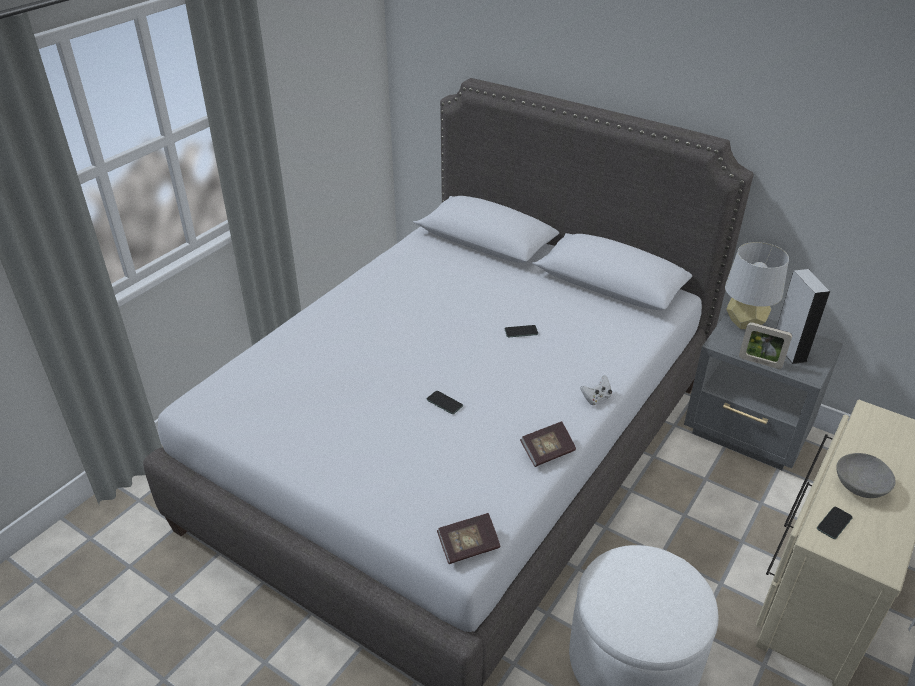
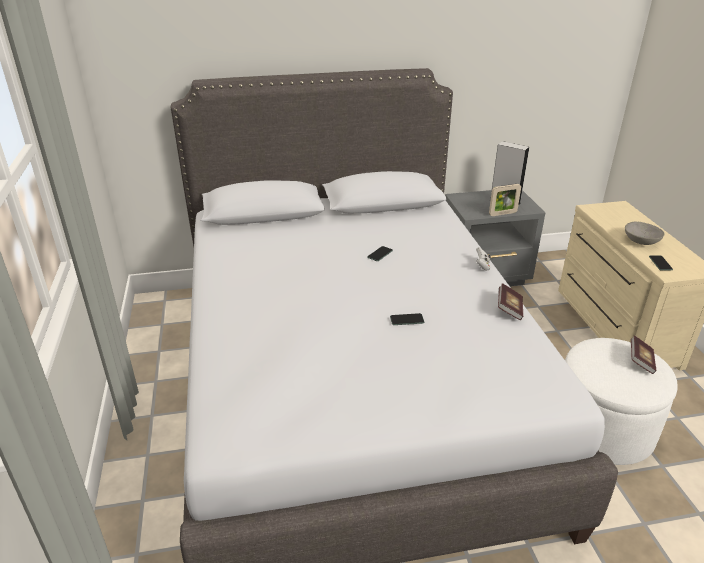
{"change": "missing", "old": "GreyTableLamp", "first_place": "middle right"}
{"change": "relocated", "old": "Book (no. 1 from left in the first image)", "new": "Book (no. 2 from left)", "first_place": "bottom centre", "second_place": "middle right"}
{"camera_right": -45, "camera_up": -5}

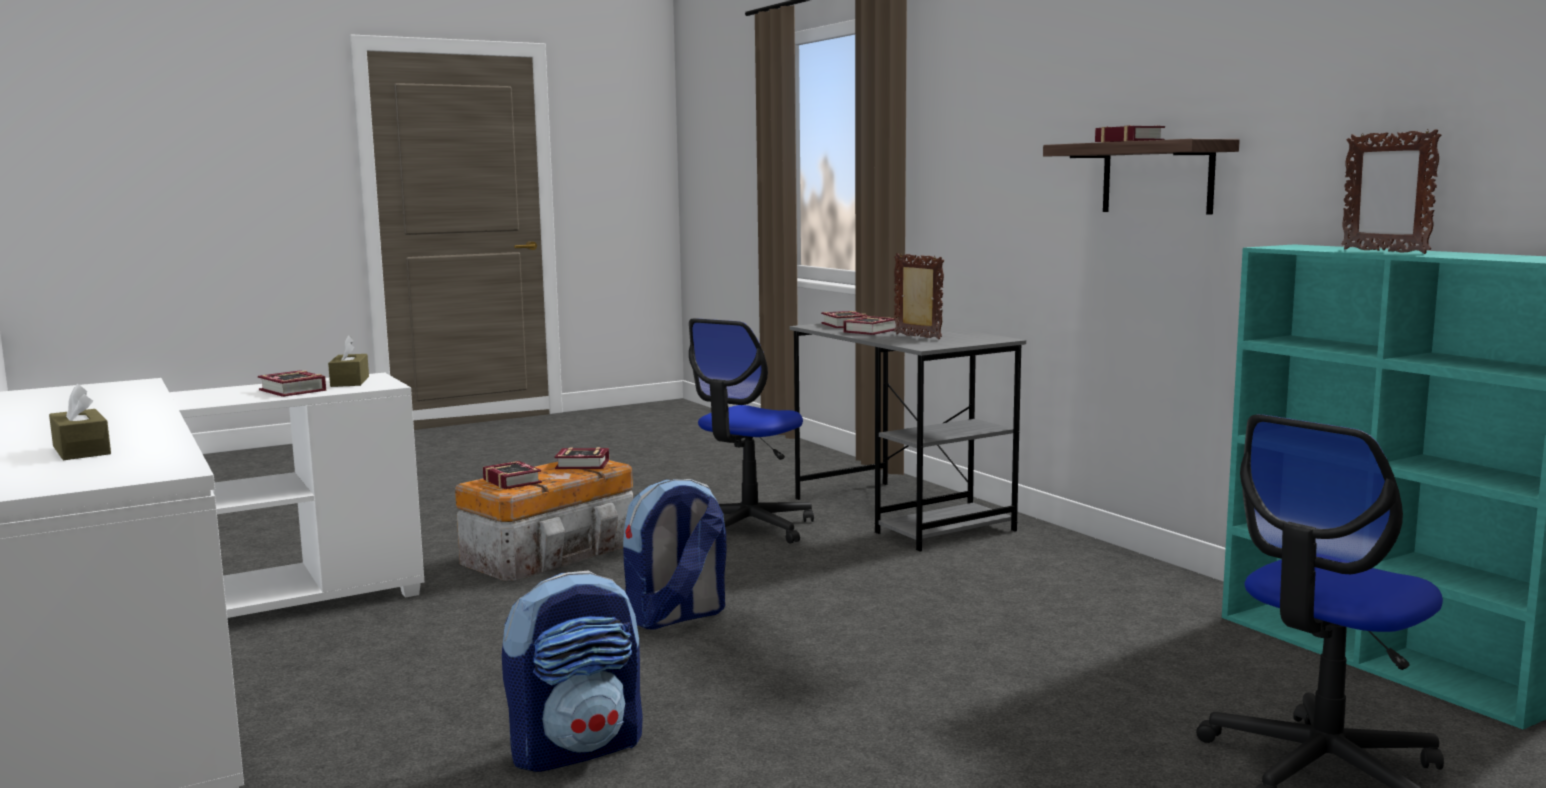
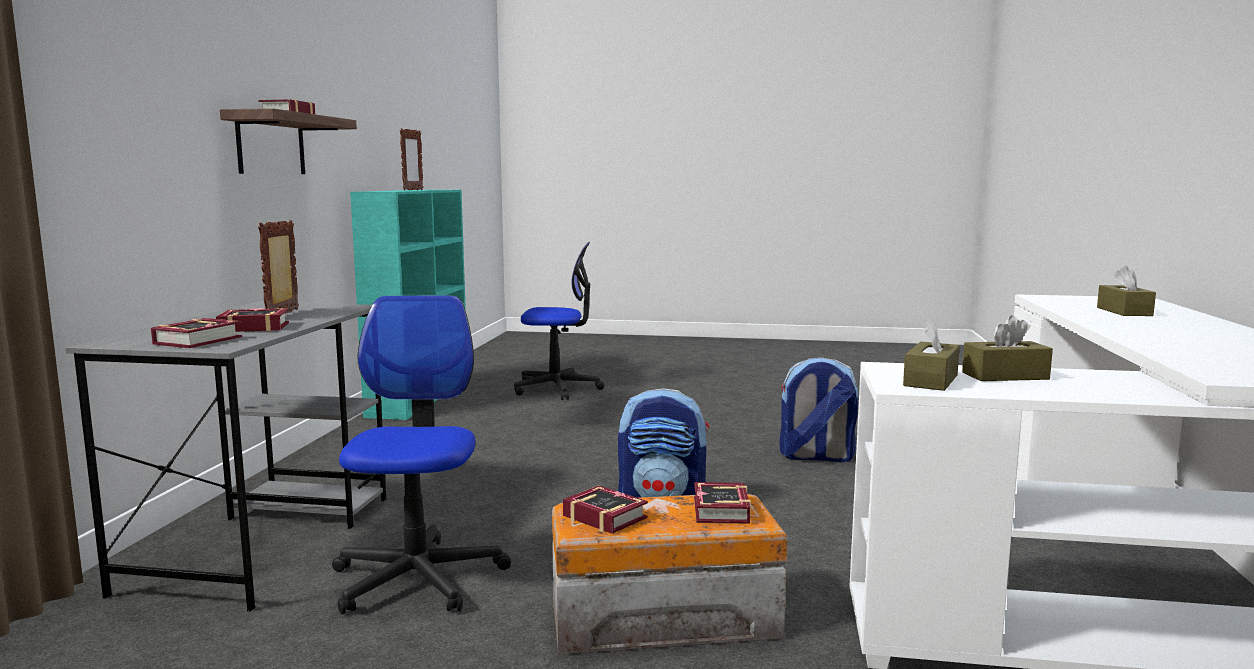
{"change": "exchanged", "old": "Book (no. 1 from left)", "new": "BrownTissueBox (no. 2 from left)", "first_place": "middle left", "second_place": "middle right"}
{"change": "spun", "old": "OfficeChair (no. 1 from left)", "first_place": "centre", "second_place": "bottom centre", "degrees": -75}
{"camera_right": -140, "camera_up": 0}

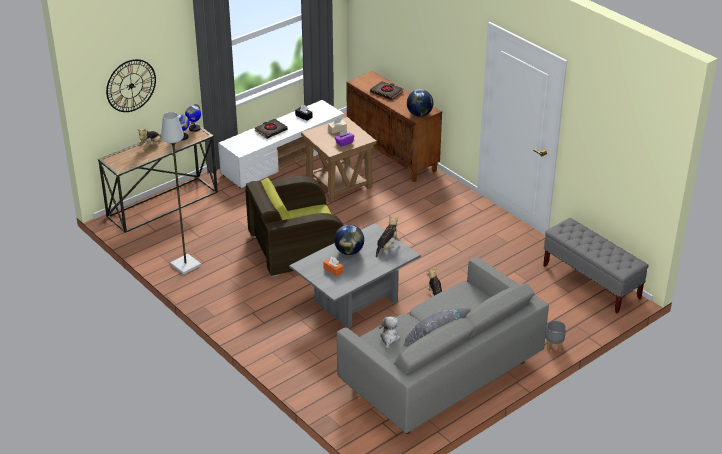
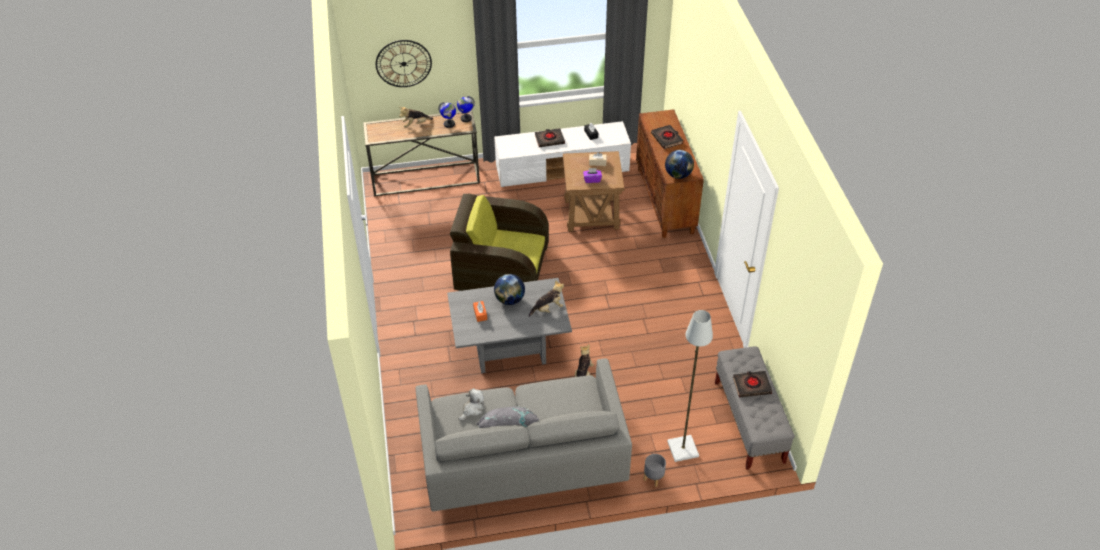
{"change": "appeared", "new": "BlackBook (no. 3 from left)", "second_place": "bottom right"}
{"change": "relocated", "old": "GreyFloorLamp", "first_place": "middle left", "second_place": "bottom centre"}
{"camera_right": 30, "camera_up": 10}

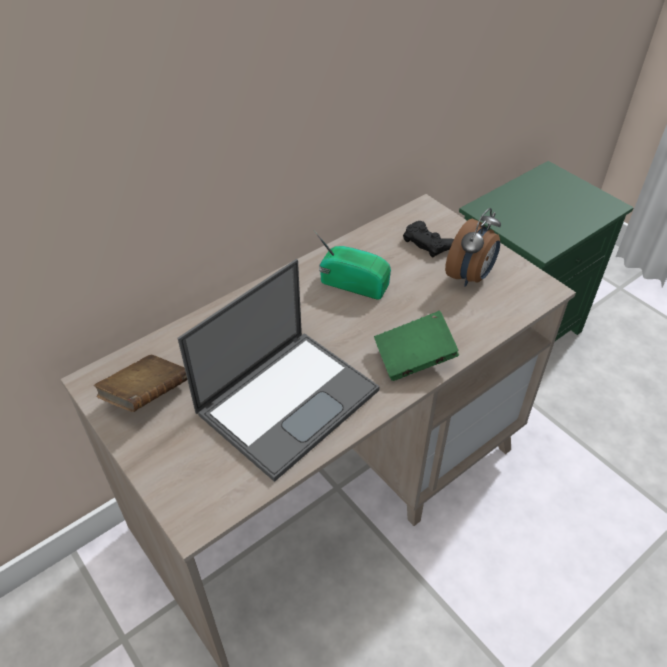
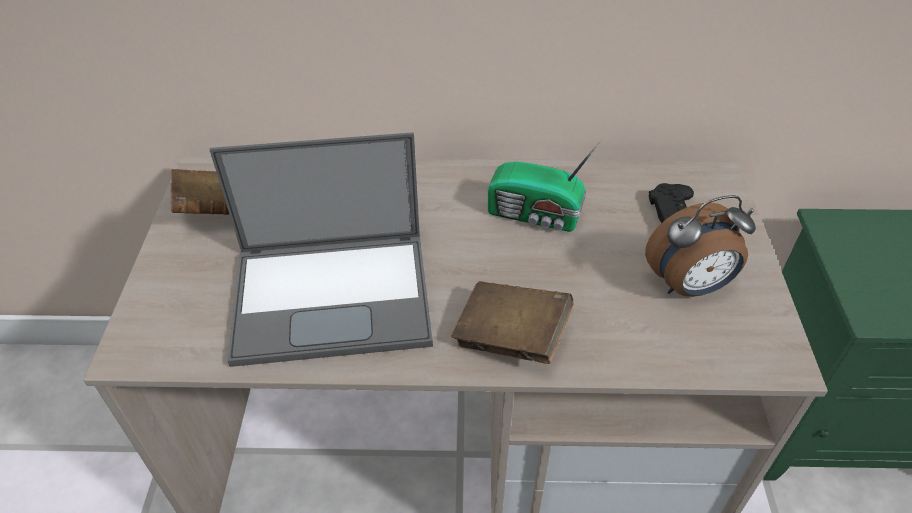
{"change": "colour", "old": "GreenBook", "new": "BrownBook (no. 2 from left)", "first_place": "centre", "second_place": "centre"}
{"change": "spun", "old": "Radio", "first_place": "centre", "second_place": "centre", "degrees": 135}
{"camera_right": 40, "camera_up": 0}

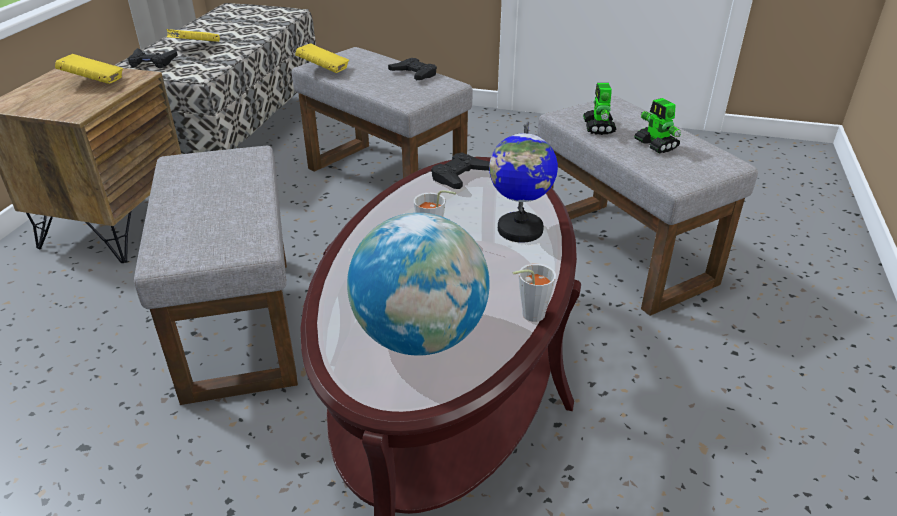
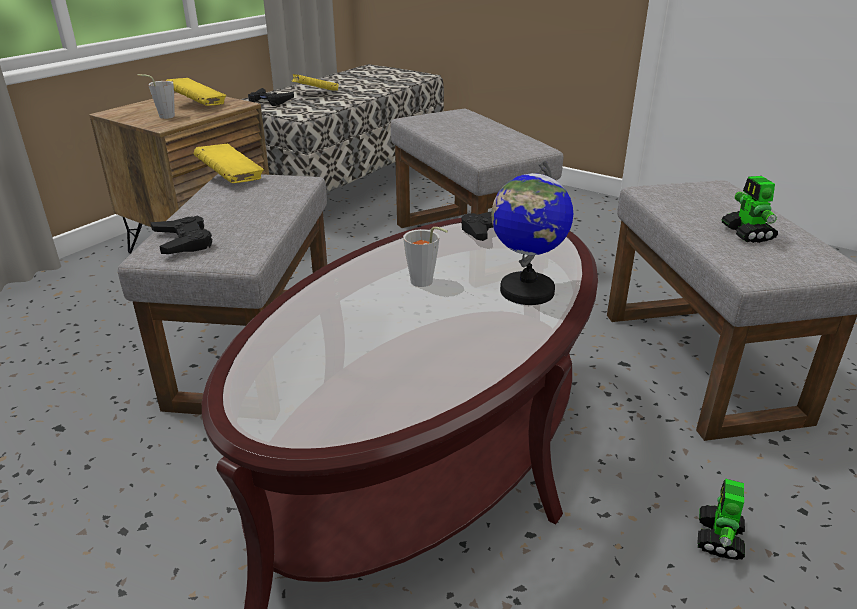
{"change": "missing", "old": "Globe (no. 1 from left)", "first_place": "centre"}
{"change": "relocated", "old": "YellowBook (no. 3 from left in the first image)", "new": "YellowBook (no. 2 from left)", "first_place": "top centre", "second_place": "top left"}
{"change": "relocated", "old": "BlackGameController (no. 2 from left in the first image)", "new": "BlackGameController (no. 1 from left)", "first_place": "top centre", "second_place": "middle left"}
{"change": "relocated", "old": "GreyCup (no. 2 from left in the first image)", "new": "GreyCup (no. 1 from left)", "first_place": "centre", "second_place": "top left"}
{"change": "relocated", "old": "ToyRobot (no. 1 from left)", "first_place": "top right", "second_place": "bottom right"}
{"camera_right": 20, "camera_up": -5}

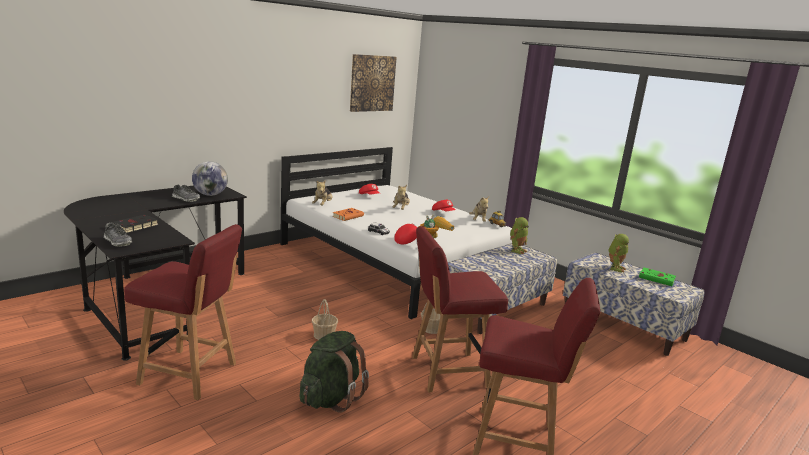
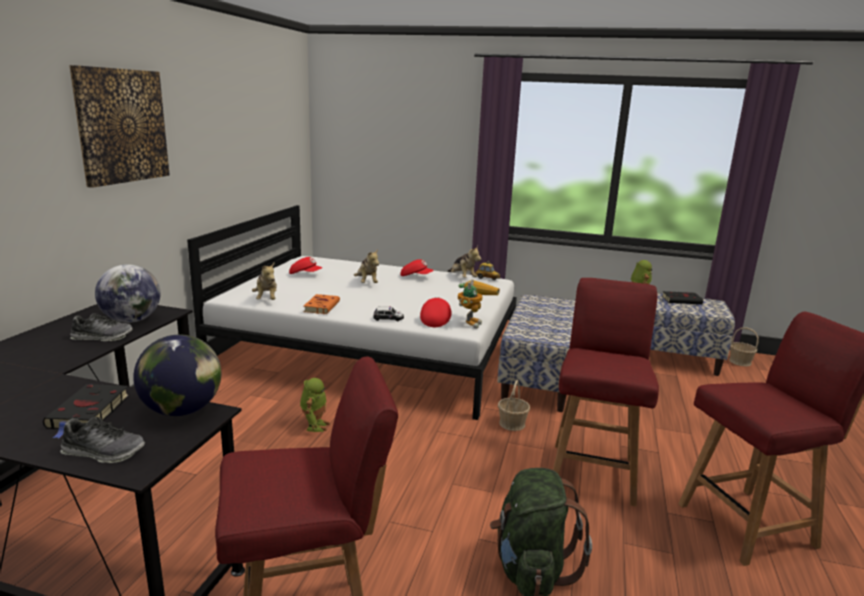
{"change": "appeared", "new": "Globe (no. 2 from left)", "second_place": "middle left"}
{"change": "relocated", "old": "Basket (no. 1 from left in the first image)", "new": "Basket (no. 2 from left)", "first_place": "bottom centre", "second_place": "middle right"}
{"change": "relocated", "old": "Picture", "first_place": "top centre", "second_place": "top left"}
{"change": "relocated", "old": "ToyRobot (no. 2 from left in the first image)", "new": "ToyRobot (no. 1 from left)", "first_place": "centre", "second_place": "bottom centre"}
{"change": "colour", "old": "GreenBook", "new": "BlackBook (no. 2 from left)", "first_place": "middle right", "second_place": "middle right"}
{"change": "spun", "old": "RedChair (no. 2 from left)", "first_place": "bottom centre", "second_place": "middle right", "degrees": 150}
{"camera_right": -30, "camera_up": 0}

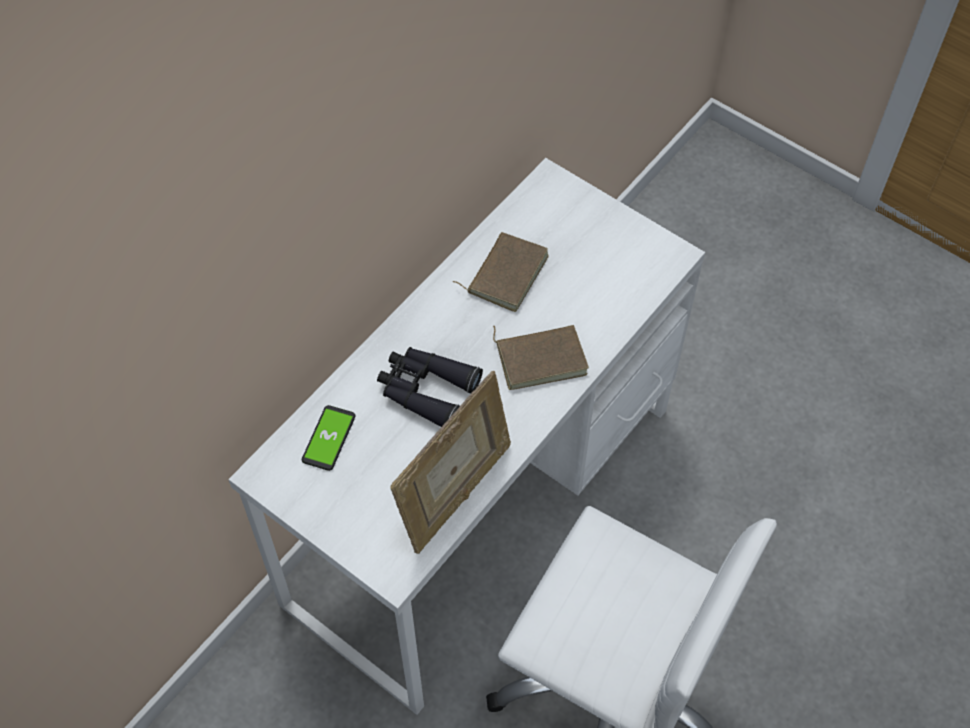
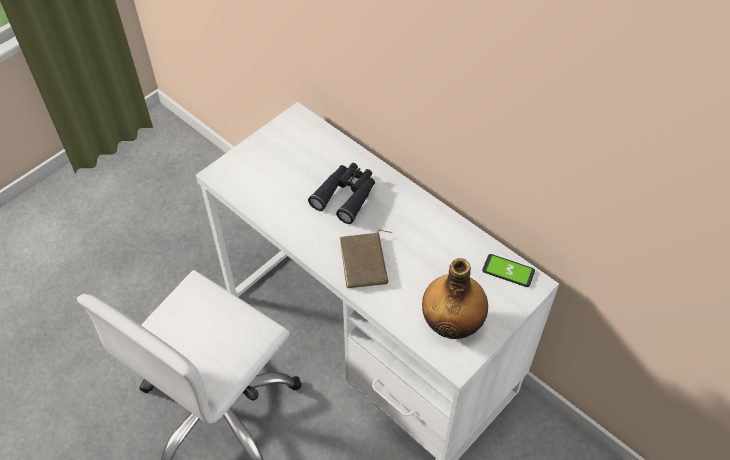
{"change": "missing", "old": "PictureFrame", "first_place": "centre"}
{"change": "missing", "old": "BrownBook (no. 1 from left)", "first_place": "centre"}
{"change": "appeared", "new": "Bottle", "second_place": "centre"}
{"change": "relocated", "old": "Phone", "first_place": "centre", "second_place": "middle right"}
{"camera_right": 95, "camera_up": -5}

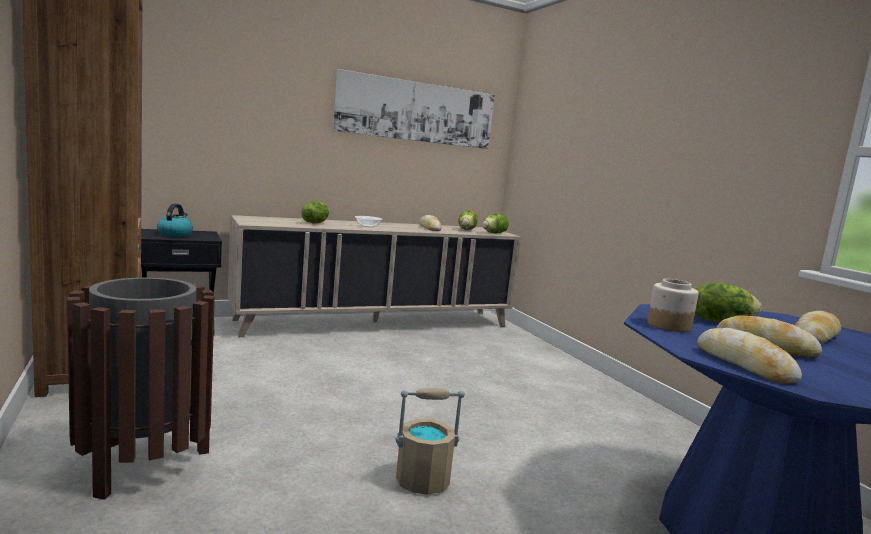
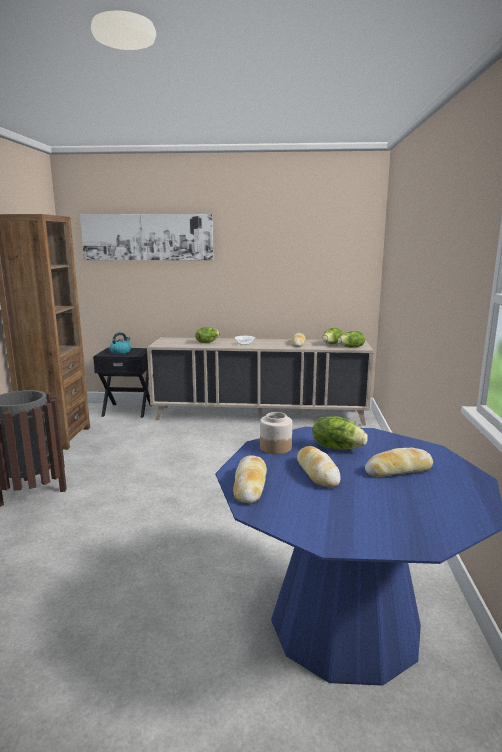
{"change": "missing", "old": "BeigeBucket", "first_place": "bottom centre"}
{"change": "relocated", "old": "Picture", "first_place": "top centre", "second_place": "top left"}
{"camera_right": 30, "camera_up": 5}

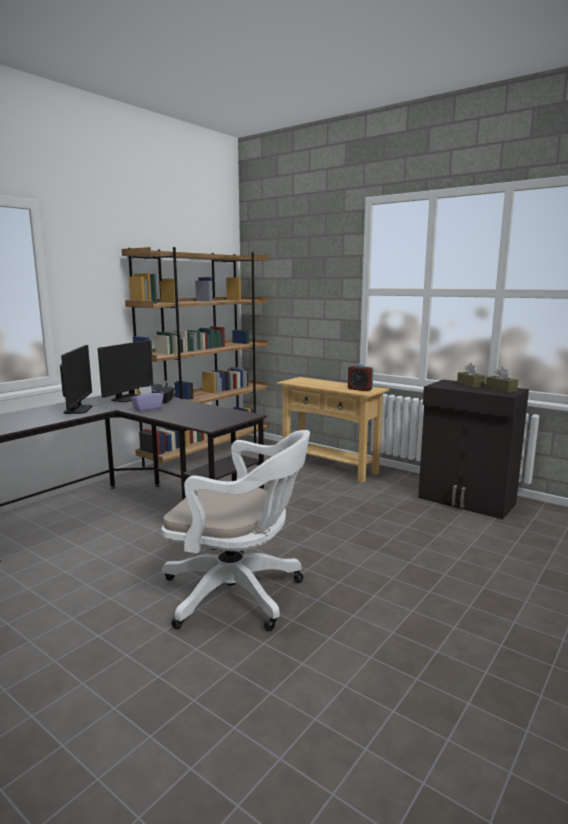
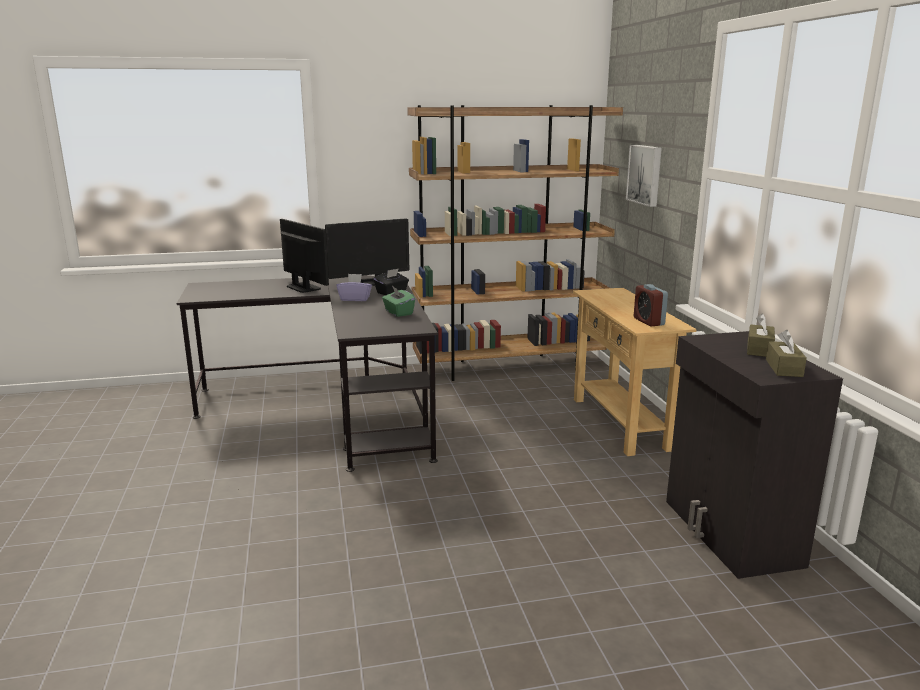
{"change": "missing", "old": "WhiteOfficeChair", "first_place": "centre"}
{"change": "appeared", "new": "GreenTissueBox", "second_place": "centre"}
{"change": "appeared", "new": "Picture", "second_place": "top right"}
{"change": "spun", "old": "Monitor (no. 1 from left)", "first_place": "middle left", "second_place": "middle left", "degrees": -75}
{"camera_right": 40, "camera_up": 5}

